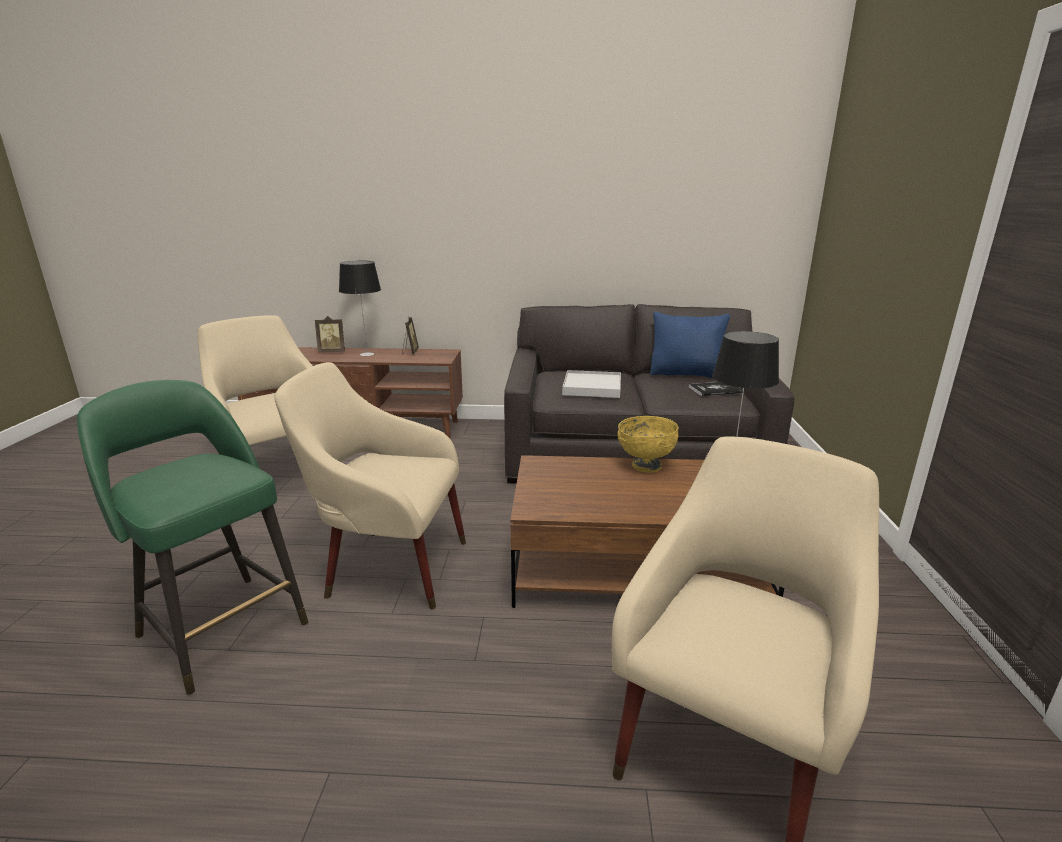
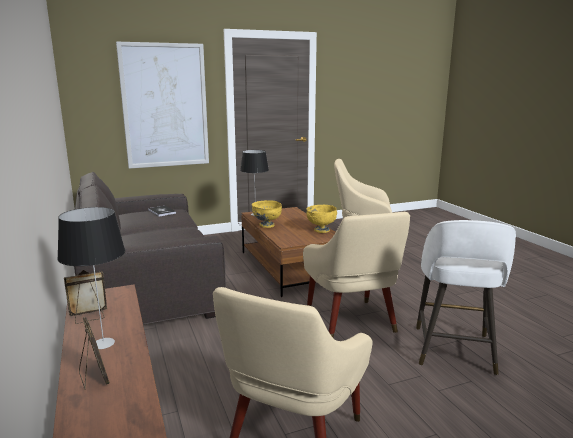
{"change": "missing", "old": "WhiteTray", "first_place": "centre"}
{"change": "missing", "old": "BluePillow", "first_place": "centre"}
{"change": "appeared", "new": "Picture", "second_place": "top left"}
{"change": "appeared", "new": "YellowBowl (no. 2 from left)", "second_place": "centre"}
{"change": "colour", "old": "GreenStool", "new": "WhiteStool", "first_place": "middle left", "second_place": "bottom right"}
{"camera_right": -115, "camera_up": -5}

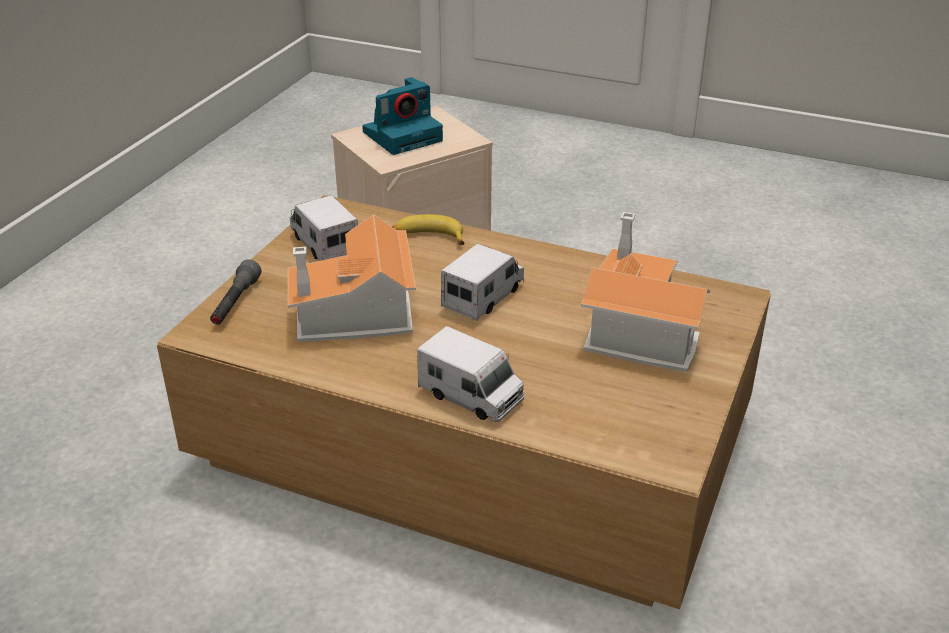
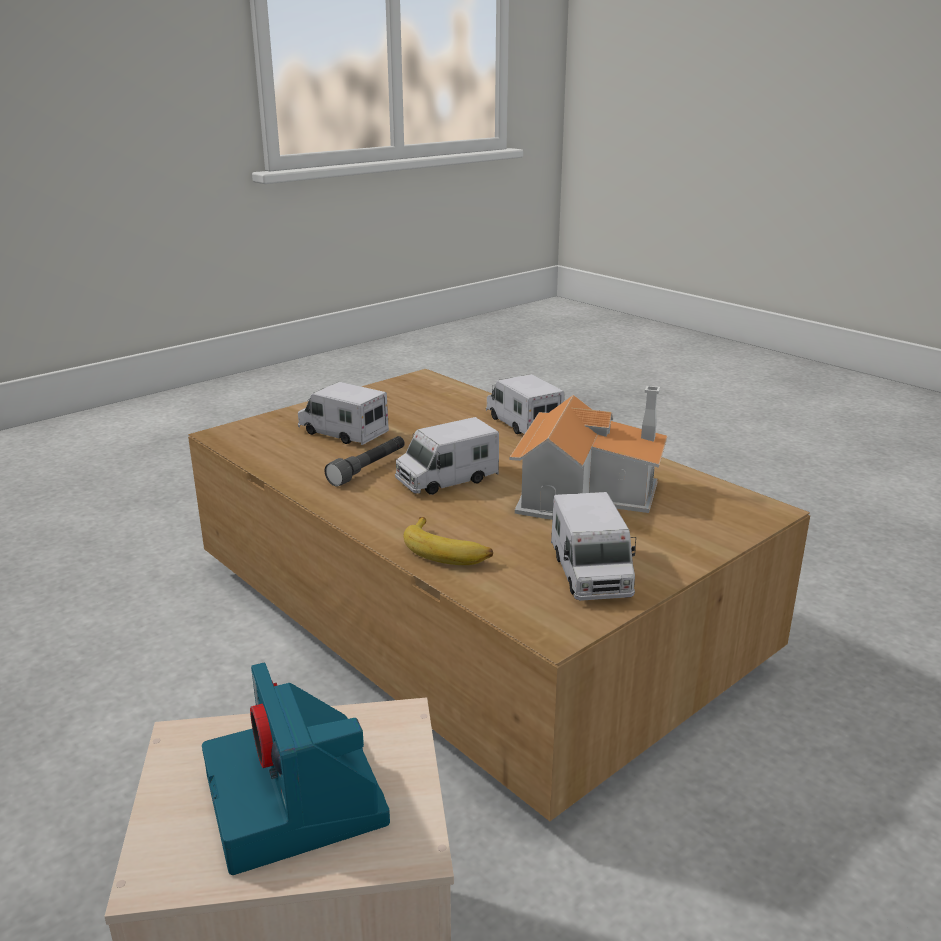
{"change": "relocated", "old": "GreyFlashlight", "first_place": "middle left", "second_place": "centre"}
{"change": "exchanged", "old": "ToyHouse (no. 2 from left)", "new": "ToyTruck (no. 1 from left)", "first_place": "middle right", "second_place": "centre"}
{"change": "spun", "old": "PhotoCamera", "first_place": "top centre", "second_place": "bottom left", "degrees": -105}
{"camera_right": -155, "camera_up": -10}

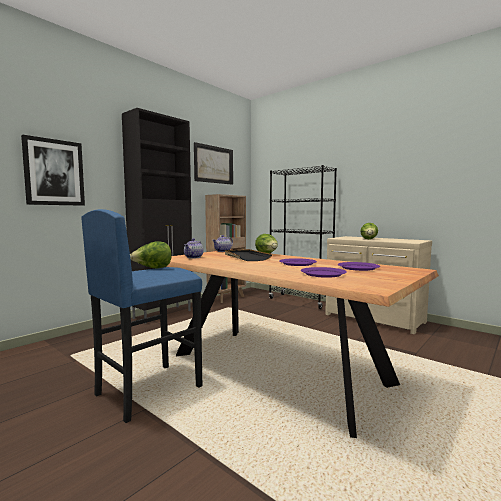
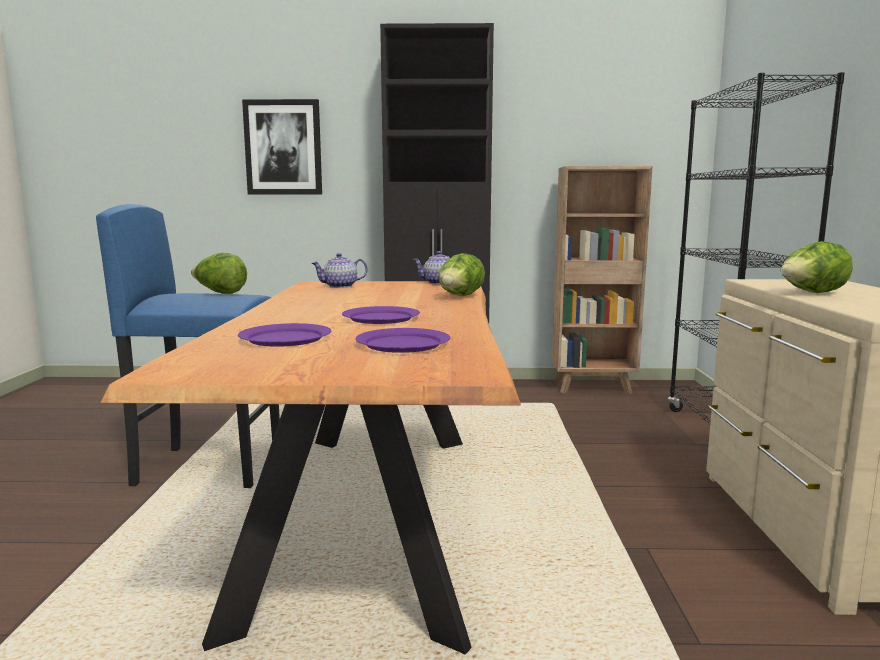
{"change": "missing", "old": "Picture (no. 2 from left)", "first_place": "top centre"}
{"change": "missing", "old": "BlackTray", "first_place": "centre"}
{"camera_right": 50, "camera_up": 5}

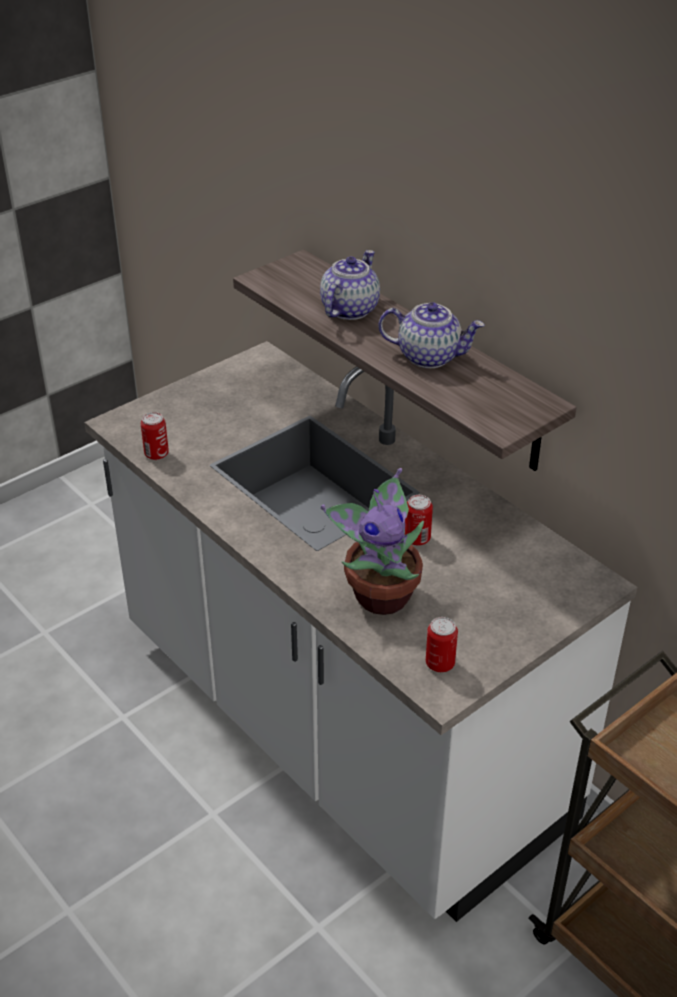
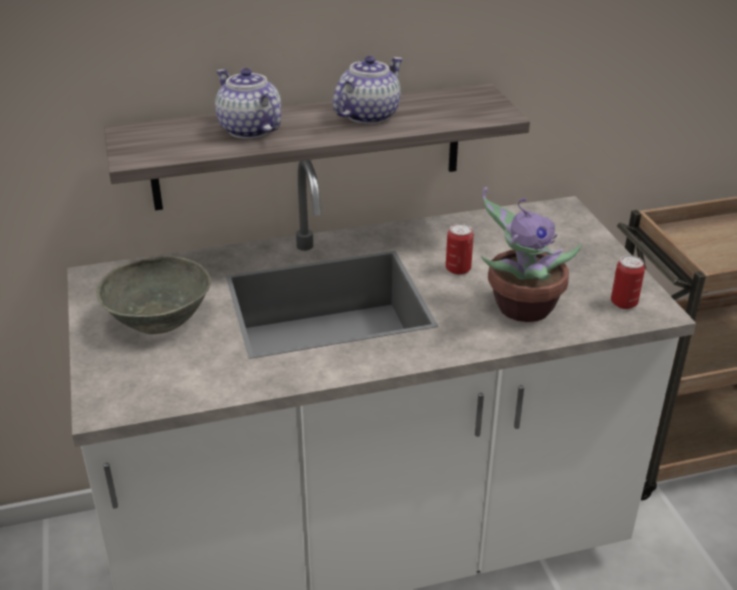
{"change": "missing", "old": "Can (no. 1 from left)", "first_place": "middle left"}
{"change": "appeared", "new": "GreyBowl", "second_place": "middle left"}
{"camera_right": -65, "camera_up": -5}

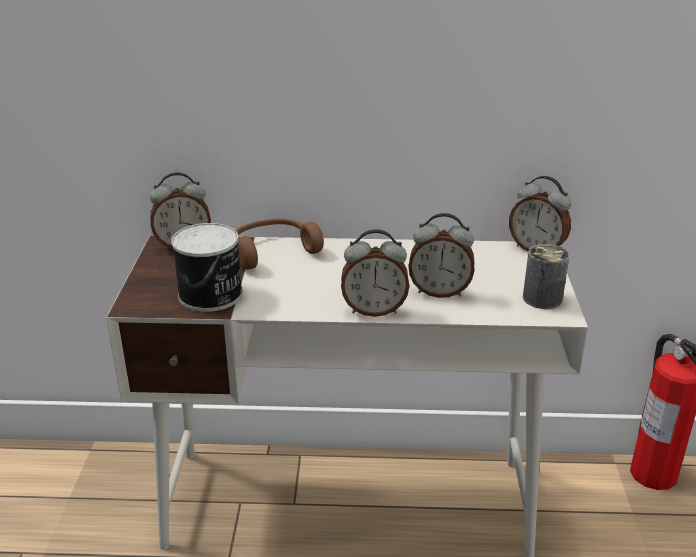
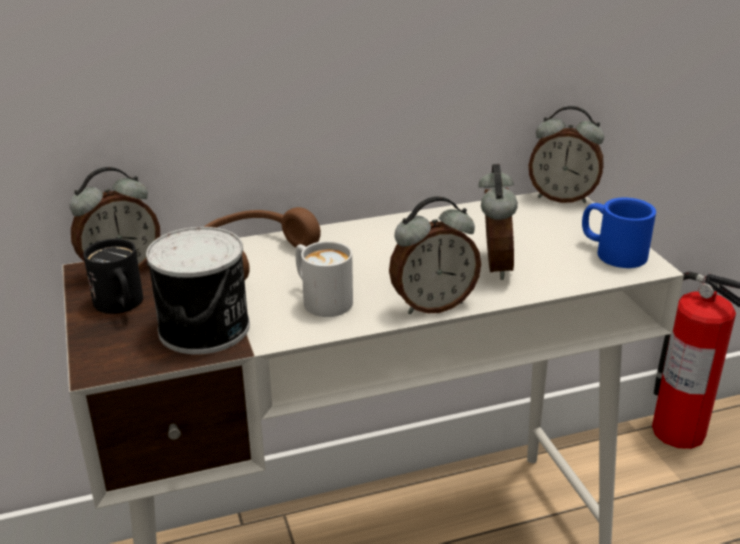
{"change": "appeared", "new": "BlackMug", "second_place": "middle left"}
{"change": "appeared", "new": "WhiteMug", "second_place": "centre"}
{"change": "exchanged", "old": "Can (no. 2 from left)", "new": "BlueMug", "first_place": "middle right", "second_place": "middle right"}
{"change": "spun", "old": "AlarmClock (no. 3 from left)", "first_place": "centre", "second_place": "middle right", "degrees": -75}
{"camera_right": -20, "camera_up": 0}

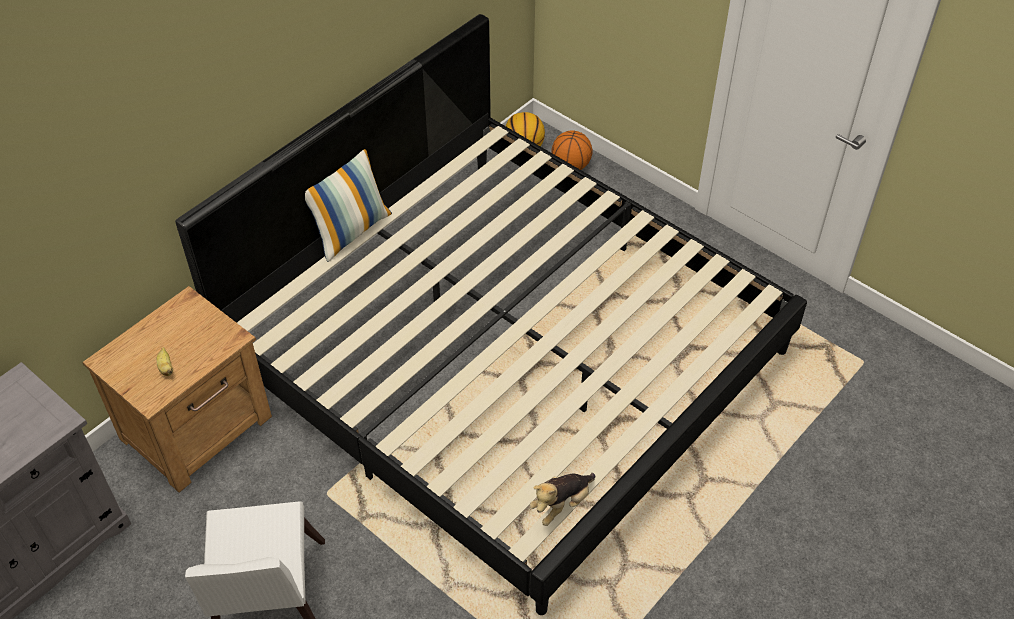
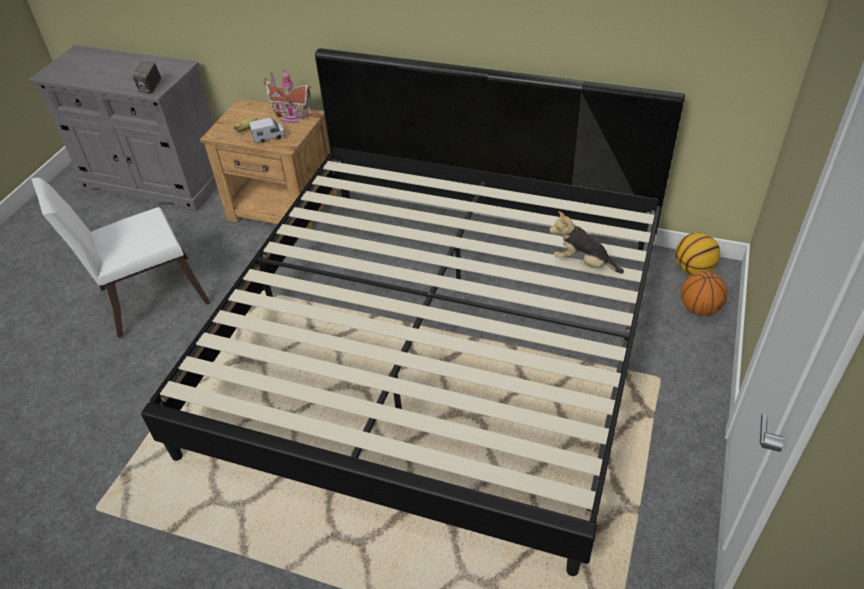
{"change": "missing", "old": "Pillow", "first_place": "top centre"}
{"change": "appeared", "new": "PhotoCamera", "second_place": "top left"}
{"change": "appeared", "new": "ToyTruck", "second_place": "top left"}
{"change": "appeared", "new": "ToyHouse", "second_place": "top left"}
{"change": "relocated", "old": "PlushToy", "first_place": "bottom centre", "second_place": "middle right"}
{"camera_right": 70, "camera_up": -5}

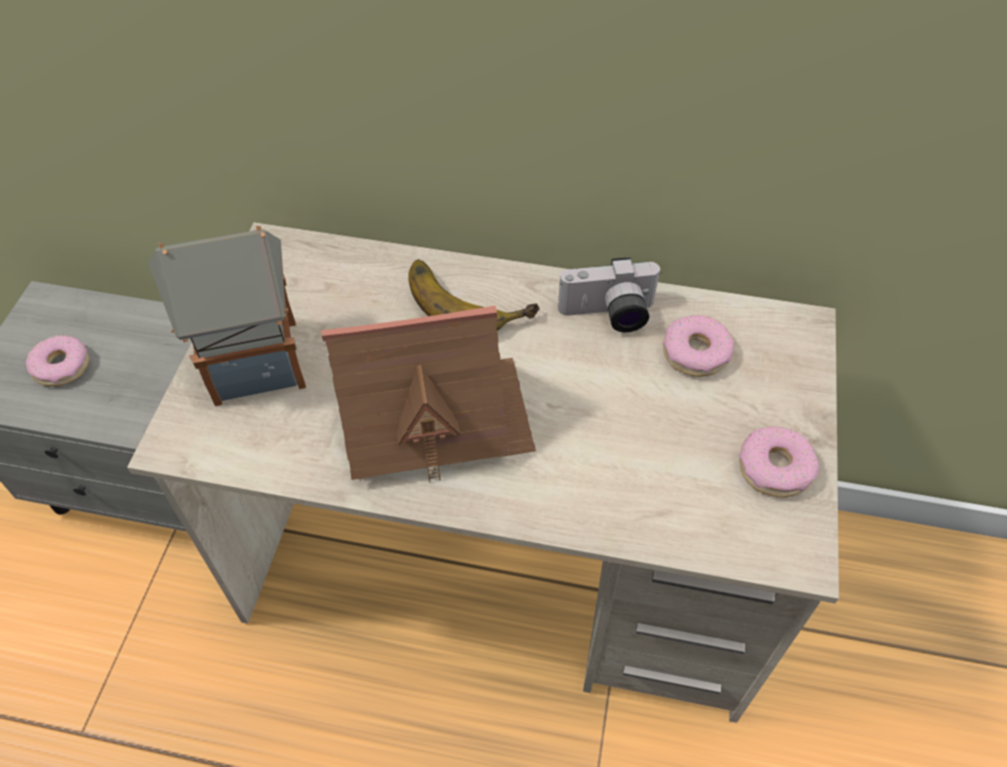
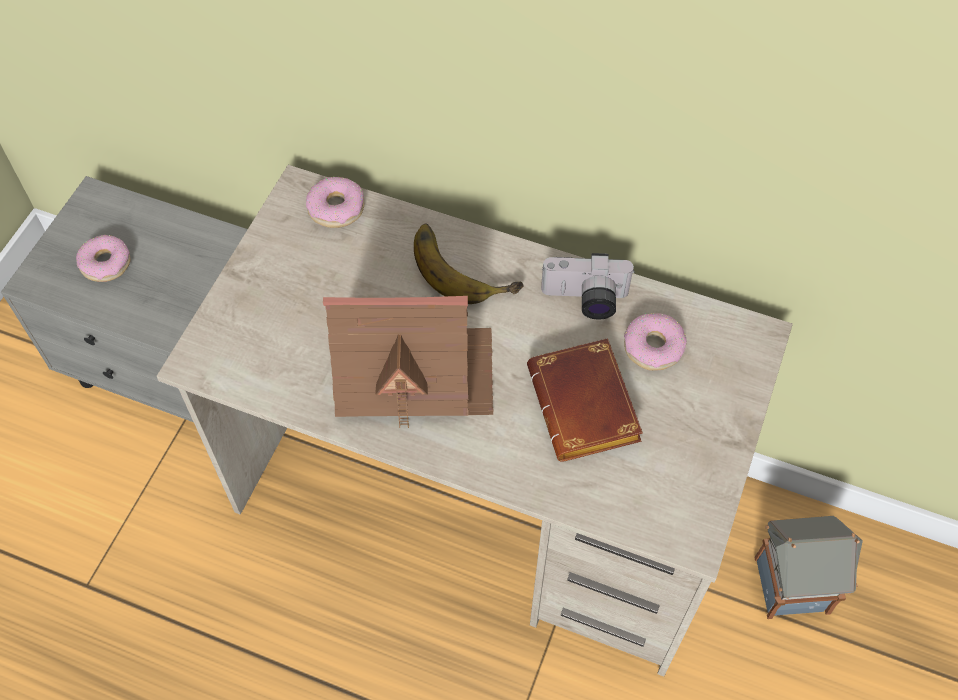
{"change": "appeared", "new": "BrownBook", "second_place": "centre"}
{"change": "relocated", "old": "ToyHouse (no. 1 from left in the first image)", "new": "ToyHouse (no. 2 from left)", "first_place": "middle left", "second_place": "bottom right"}
{"change": "relocated", "old": "Donut (no. 3 from left in the first image)", "new": "Donut (no. 2 from left)", "first_place": "middle right", "second_place": "top centre"}
{"camera_right": 10, "camera_up": 5}

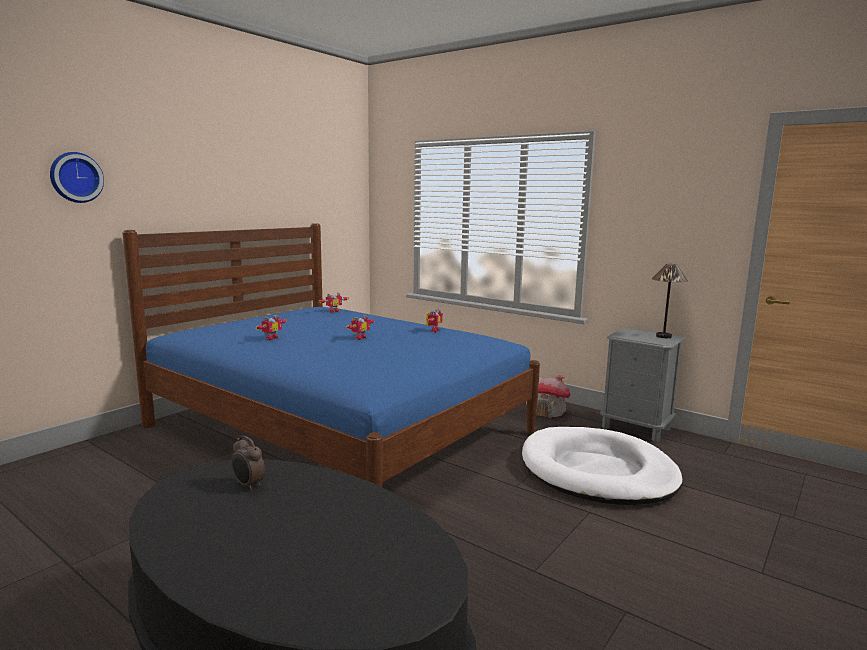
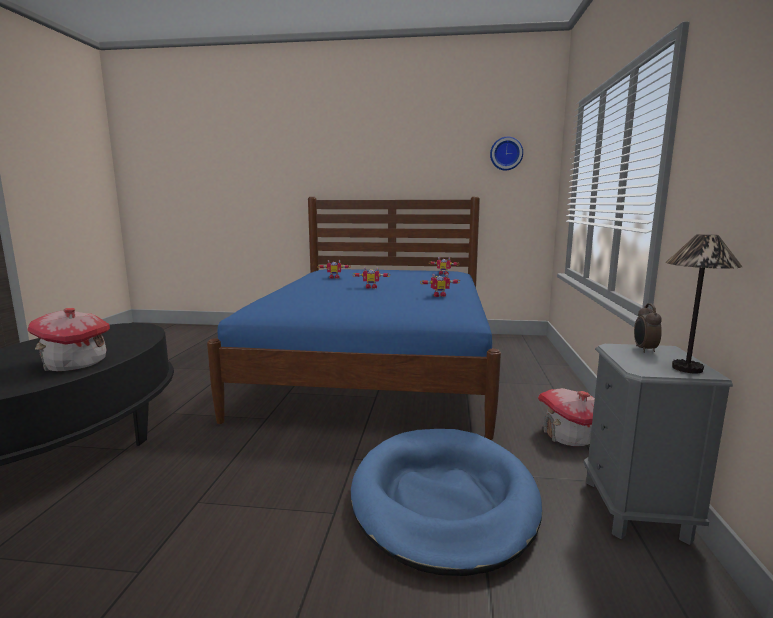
{"change": "appeared", "new": "ToyHouse (no. 1 from left)", "second_place": "middle left"}
{"change": "relocated", "old": "WallClock", "first_place": "top left", "second_place": "top centre"}
{"change": "relocated", "old": "AlarmClock", "first_place": "bottom left", "second_place": "middle right"}
{"change": "colour", "old": "WhiteDogBed", "new": "BlueDogBed", "first_place": "bottom right", "second_place": "bottom centre"}
{"camera_right": 60, "camera_up": 0}

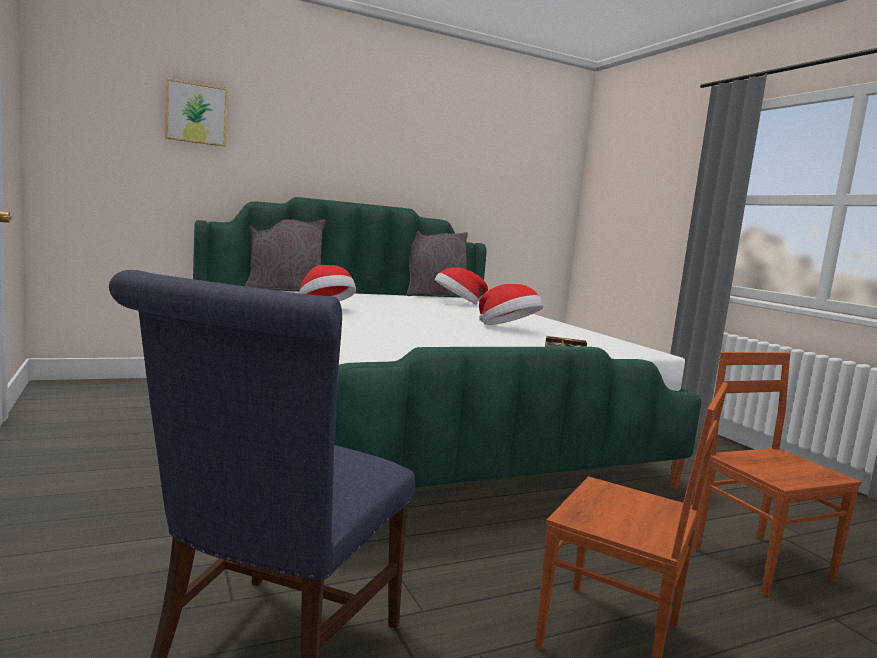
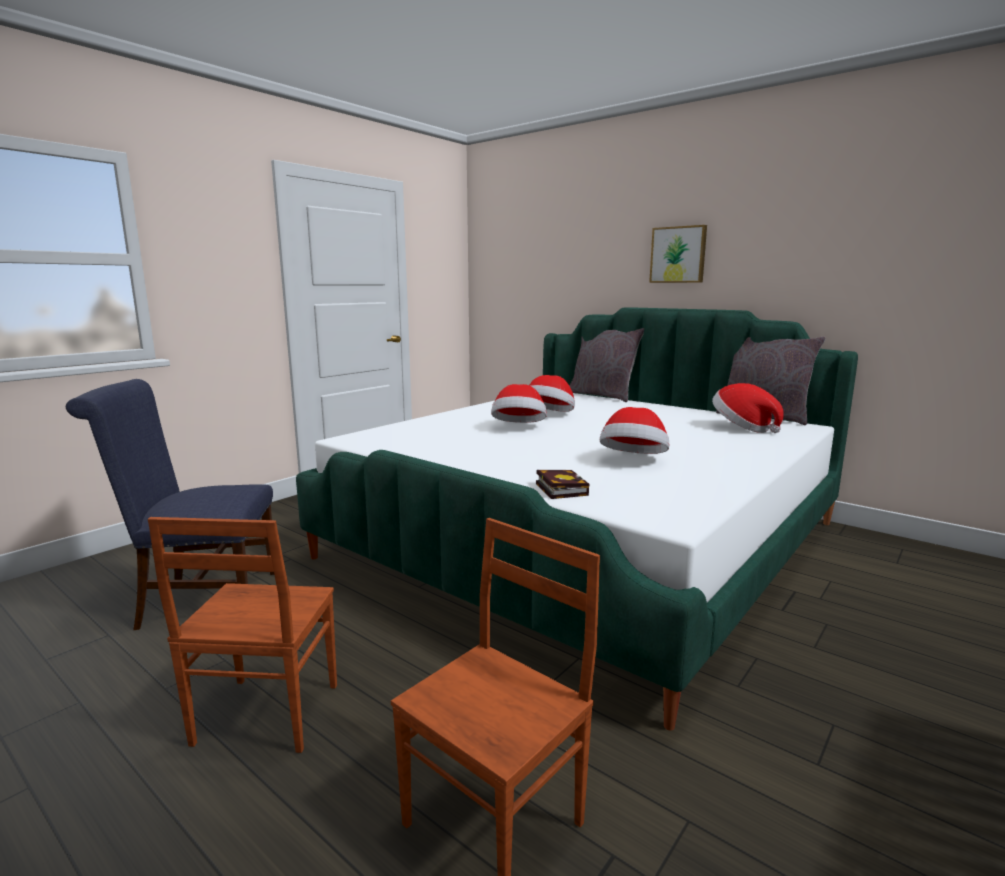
{"change": "appeared", "new": "Hat (no. 1 from left)", "second_place": "centre"}
{"change": "relocated", "old": "Picture", "first_place": "top left", "second_place": "top right"}
{"camera_right": 65, "camera_up": 5}

